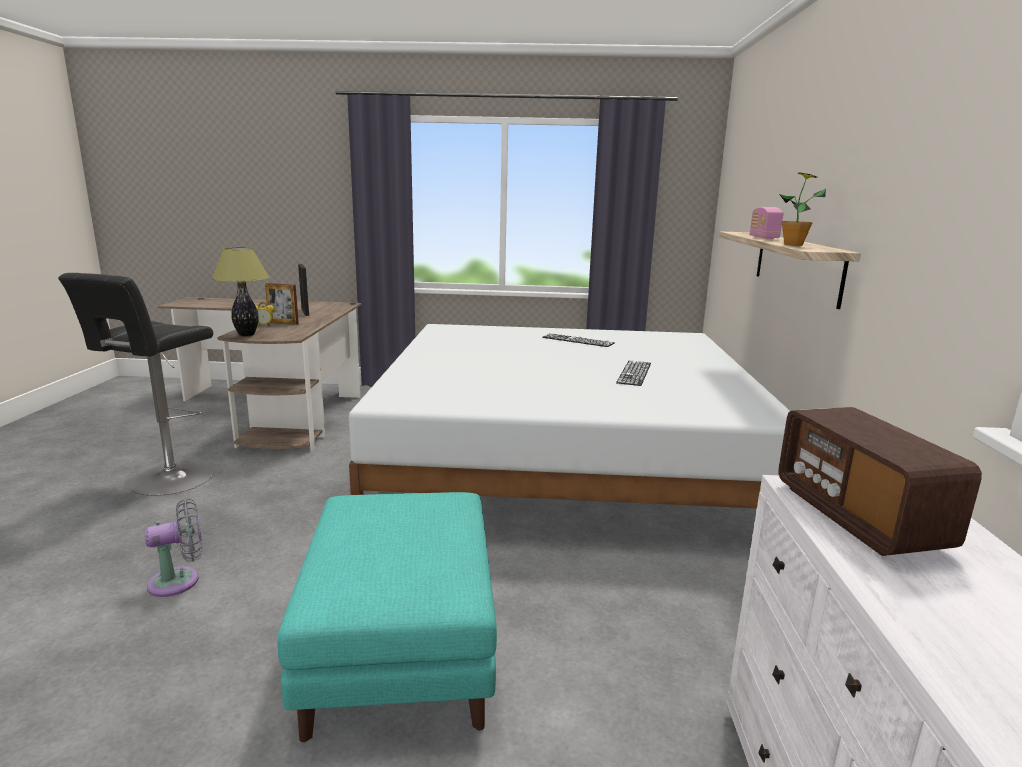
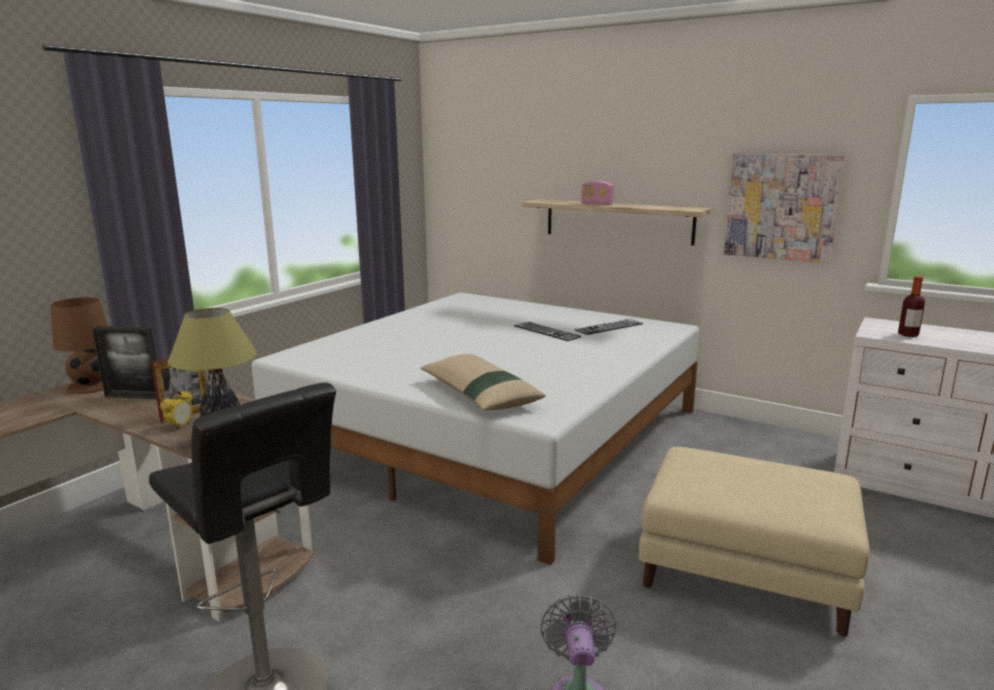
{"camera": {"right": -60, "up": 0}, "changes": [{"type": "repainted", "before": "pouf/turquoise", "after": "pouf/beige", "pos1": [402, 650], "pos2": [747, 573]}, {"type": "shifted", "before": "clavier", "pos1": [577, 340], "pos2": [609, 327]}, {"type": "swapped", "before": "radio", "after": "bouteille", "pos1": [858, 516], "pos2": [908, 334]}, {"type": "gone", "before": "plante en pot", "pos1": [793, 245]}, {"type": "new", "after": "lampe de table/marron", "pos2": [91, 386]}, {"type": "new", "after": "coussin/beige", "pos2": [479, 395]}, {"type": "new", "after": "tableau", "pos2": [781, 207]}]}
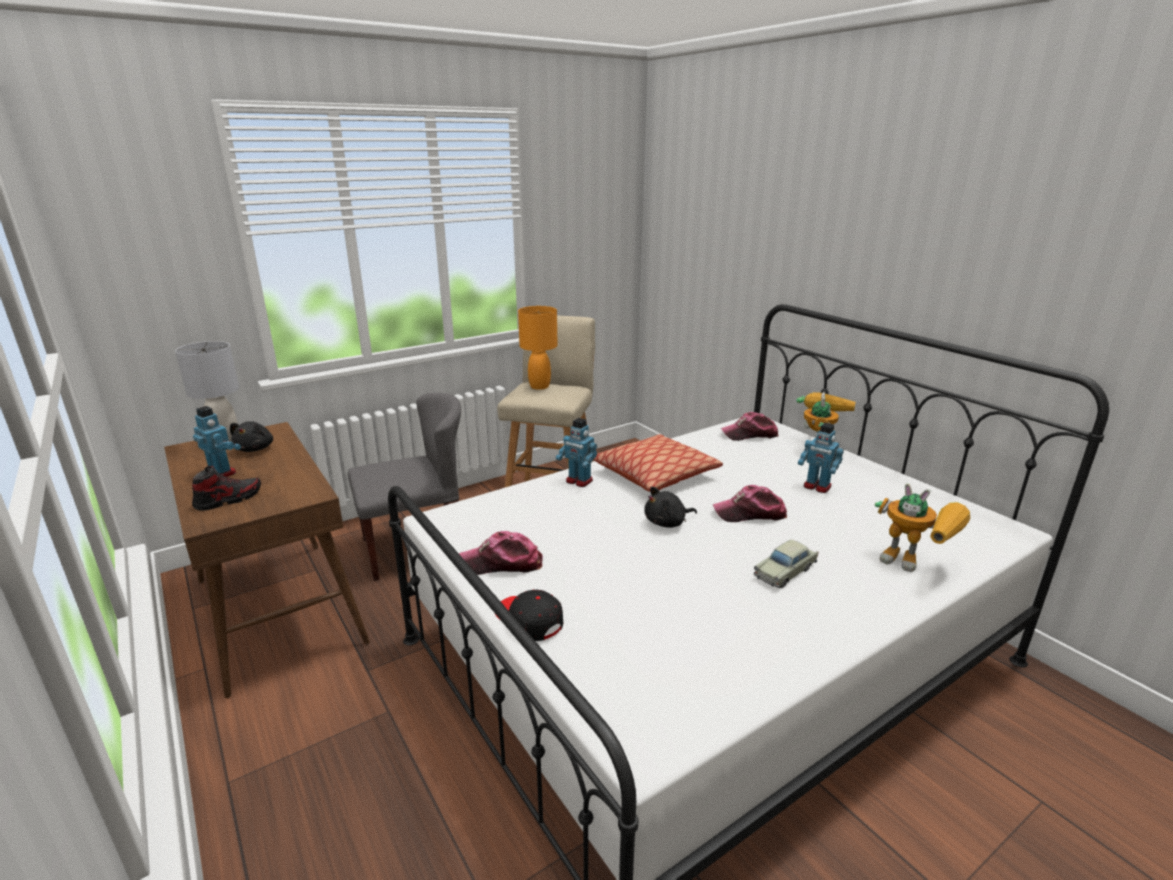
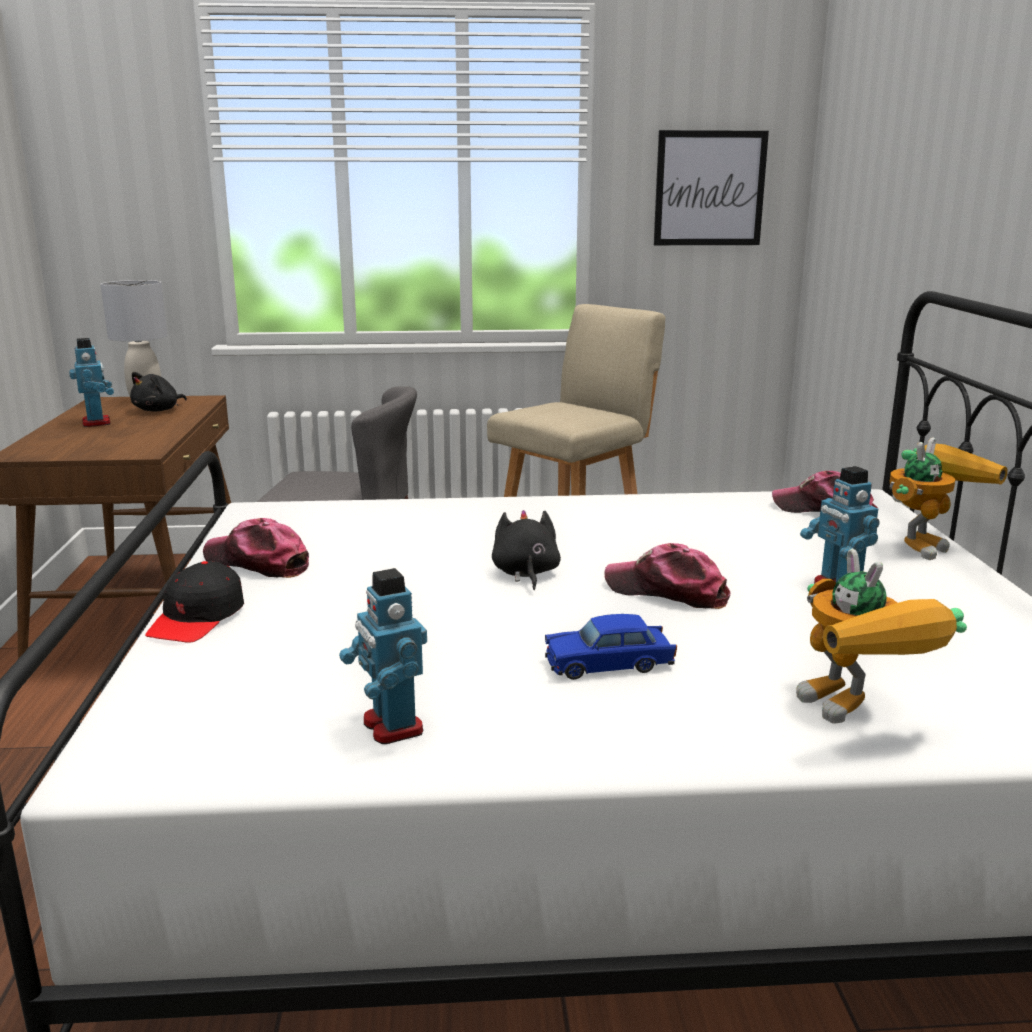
{"camera": {"right": 30, "up": -5}, "changes": [{"type": "gone", "before": "chaussure", "pos1": [228, 499]}, {"type": "rotated", "before": "casquette/noir", "pos1": [529, 620], "pos2": [197, 618], "turn": -150}, {"type": "gone", "before": "lampe de table/orange", "pos1": [539, 386]}, {"type": "shifted", "before": "robot jouet", "pos1": [578, 481], "pos2": [391, 727]}, {"type": "gone", "before": "coussin", "pos1": [655, 475]}, {"type": "rotated", "before": "peluche/noir", "pos1": [667, 522], "pos2": [525, 574], "turn": 75}, {"type": "repainted", "before": "petite voiture/beige", "after": "petite voiture/bleu", "pos1": [785, 571], "pos2": [609, 664]}, {"type": "new", "after": "tableau", "pos2": [709, 188]}]}
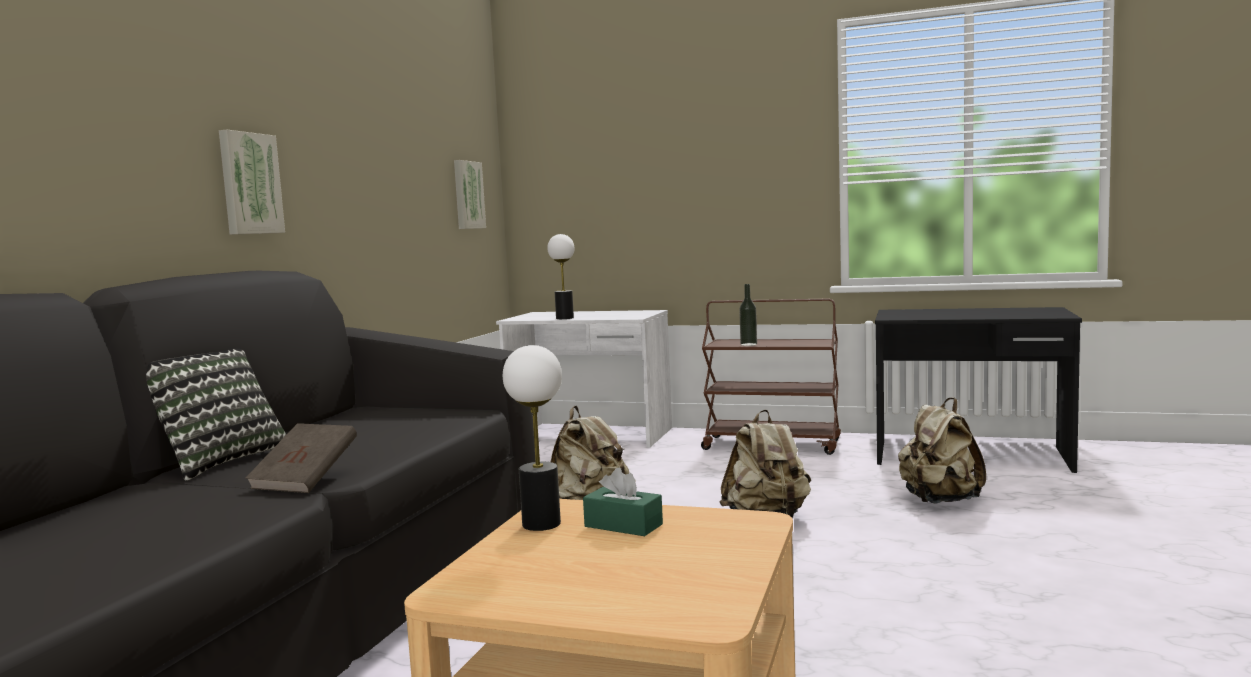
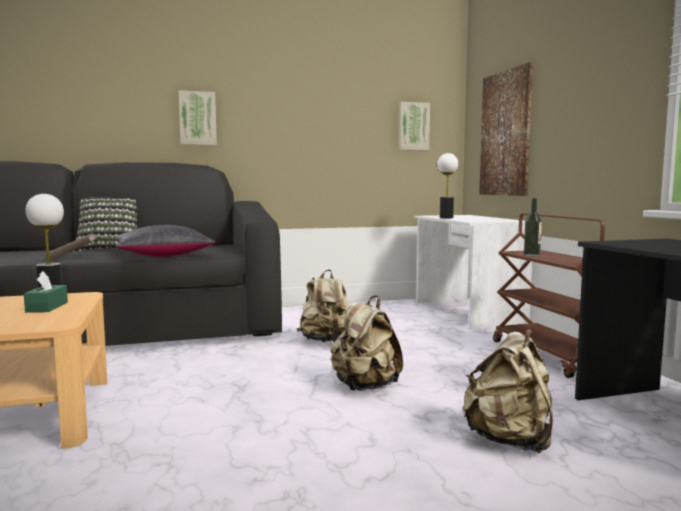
{"camera": {"right": 55, "up": 0}, "changes": [{"type": "new", "after": "coussin/noir", "pos2": [163, 256]}, {"type": "new", "after": "tableau", "pos2": [505, 134]}]}
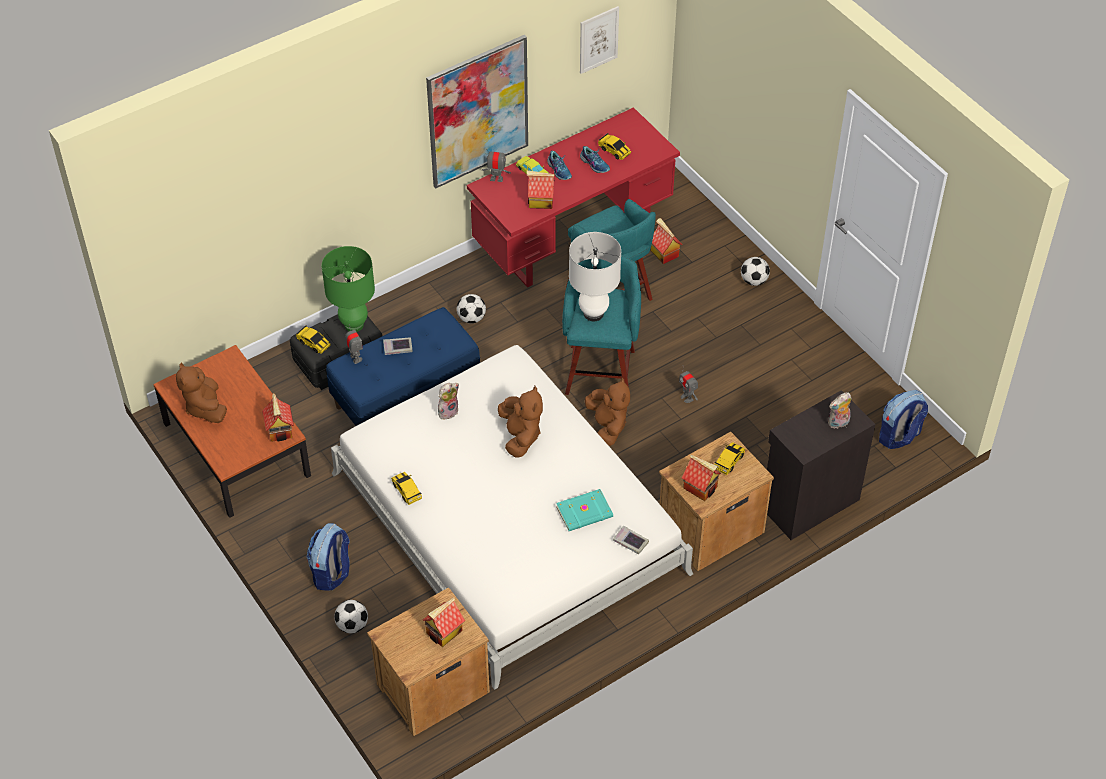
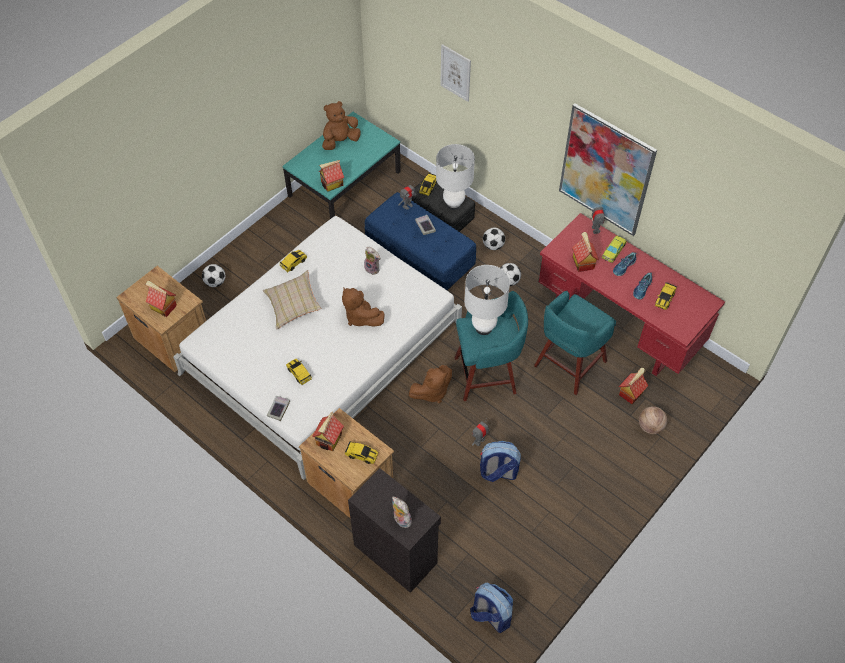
{"camera": {"right": 75, "up": 5}, "changes": [{"type": "repainted", "before": "table basse/marron", "after": "table basse/turquoise", "pos1": [237, 449], "pos2": [344, 184]}, {"type": "shifted", "before": "sac à dos", "pos1": [332, 573], "pos2": [498, 472]}, {"type": "repainted", "before": "lampe de table/vert", "after": "lampe de table/blanc", "pos1": [354, 325], "pos2": [453, 204]}, {"type": "rotated", "before": "peluche/marron", "pos1": [520, 436], "pos2": [360, 317], "turn": 75}, {"type": "swapped", "before": "livre/turquoise", "after": "petite voiture", "pos1": [585, 513], "pos2": [299, 373]}, {"type": "shifted", "before": "tableau", "pos1": [598, 39], "pos2": [455, 72]}, {"type": "shifted", "before": "ballon de foot", "pos1": [754, 281], "pos2": [493, 246]}, {"type": "new", "after": "coussin/beige", "pos2": [293, 305]}, {"type": "new", "after": "ballon de basket", "pos2": [650, 427]}]}
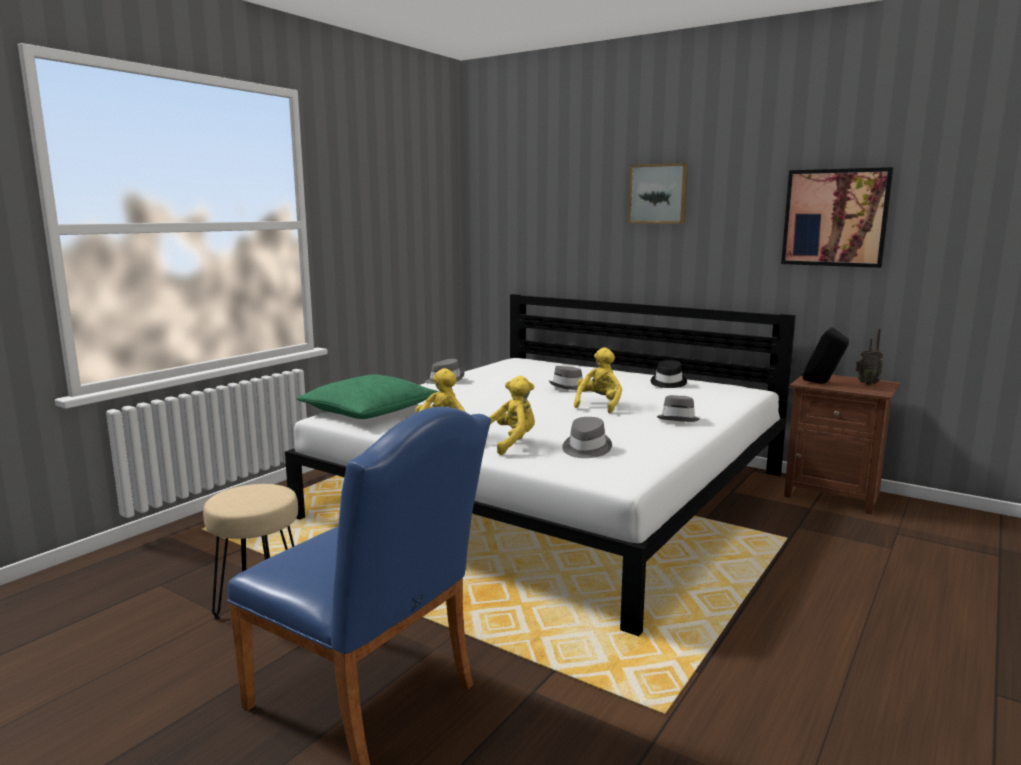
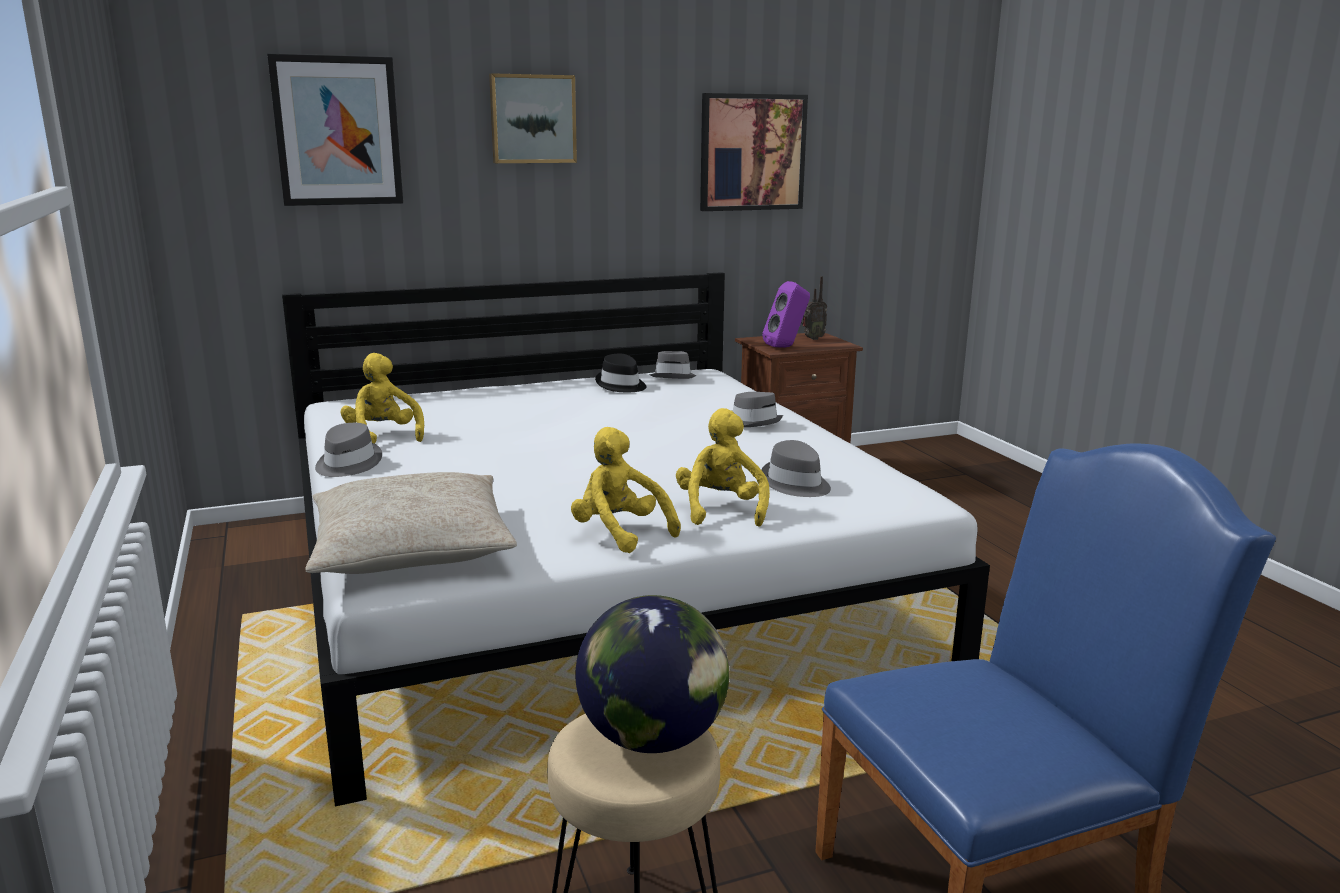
{"camera": {"right": -55, "up": 5}, "changes": [{"type": "repainted", "before": "coussin/vert", "after": "coussin/beige", "pos1": [368, 411], "pos2": [411, 547]}, {"type": "shifted", "before": "chapeau/gris", "pos1": [569, 387], "pos2": [673, 376]}, {"type": "shifted", "before": "peluche/jaune", "pos1": [599, 405], "pos2": [383, 436]}, {"type": "repainted", "before": "enceinte/noir", "after": "enceinte/violet", "pos1": [822, 383], "pos2": [786, 347]}, {"type": "new", "after": "tableau", "pos2": [337, 131]}, {"type": "new", "after": "globe", "pos2": [653, 738]}]}
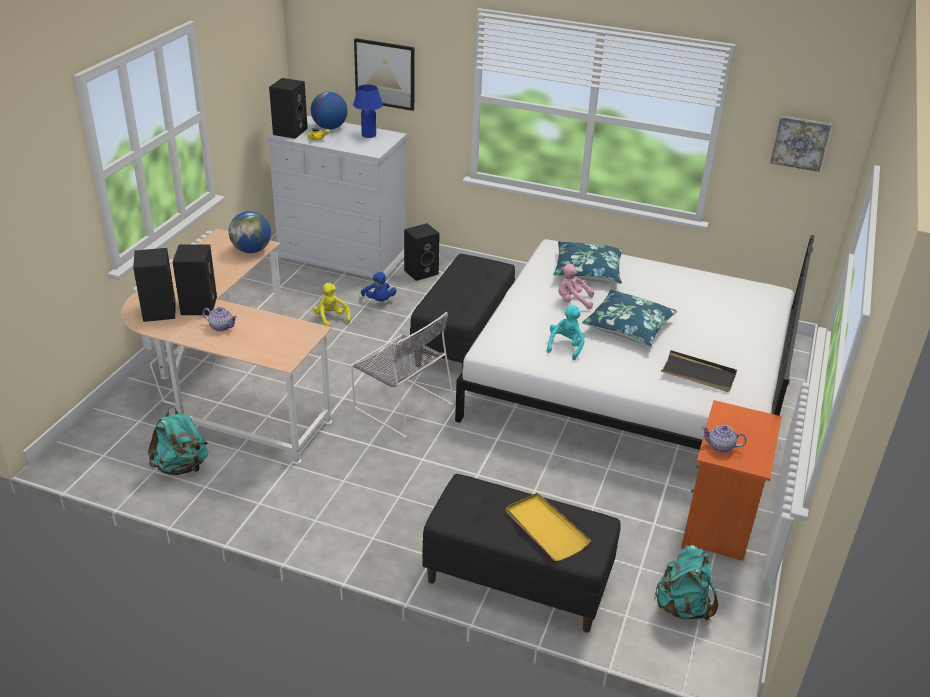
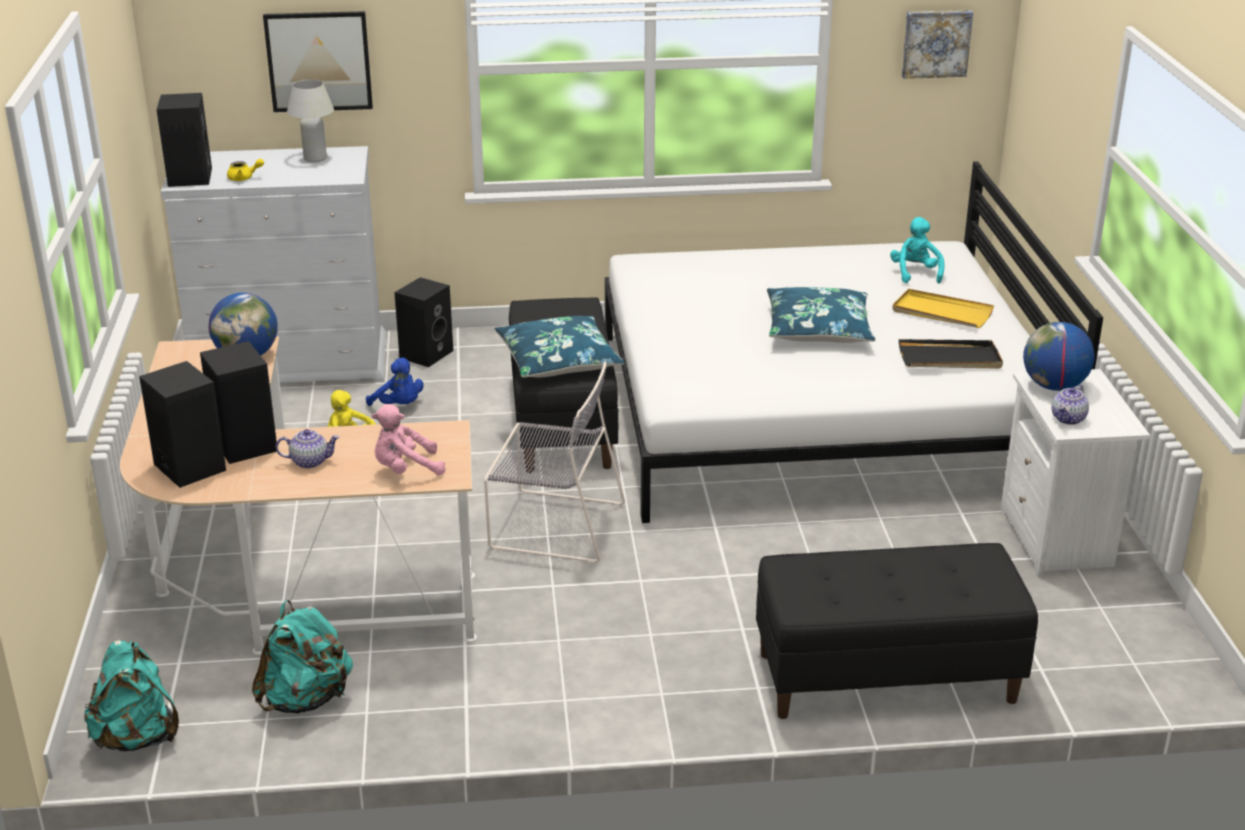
{"camera": {"right": -25, "up": -5}, "changes": [{"type": "shifted", "before": "globe", "pos1": [329, 127], "pos2": [1054, 386]}, {"type": "repainted", "before": "lampe de table/bleu", "after": "lampe de table/blanc", "pos1": [368, 135], "pos2": [315, 159]}, {"type": "shifted", "before": "plateau/jaune", "pos1": [545, 529], "pos2": [941, 312]}, {"type": "shifted", "before": "peluche/turquoise", "pos1": [565, 346], "pos2": [915, 273]}, {"type": "shifted", "before": "coussin/bleu", "pos1": [587, 271], "pos2": [558, 360]}, {"type": "shifted", "before": "peluche/rose", "pos1": [573, 301], "pos2": [406, 470]}, {"type": "shifted", "before": "sac à dos/turquoise", "pos1": [682, 607], "pos2": [136, 737]}, {"type": "repainted", "before": "table de chevet/orange", "after": "table de chevet/blanc", "pos1": [719, 527], "pos2": [1058, 540]}, {"type": "rotated", "before": "théière", "pos1": [720, 447], "pos2": [1068, 419], "turn": -45}]}
